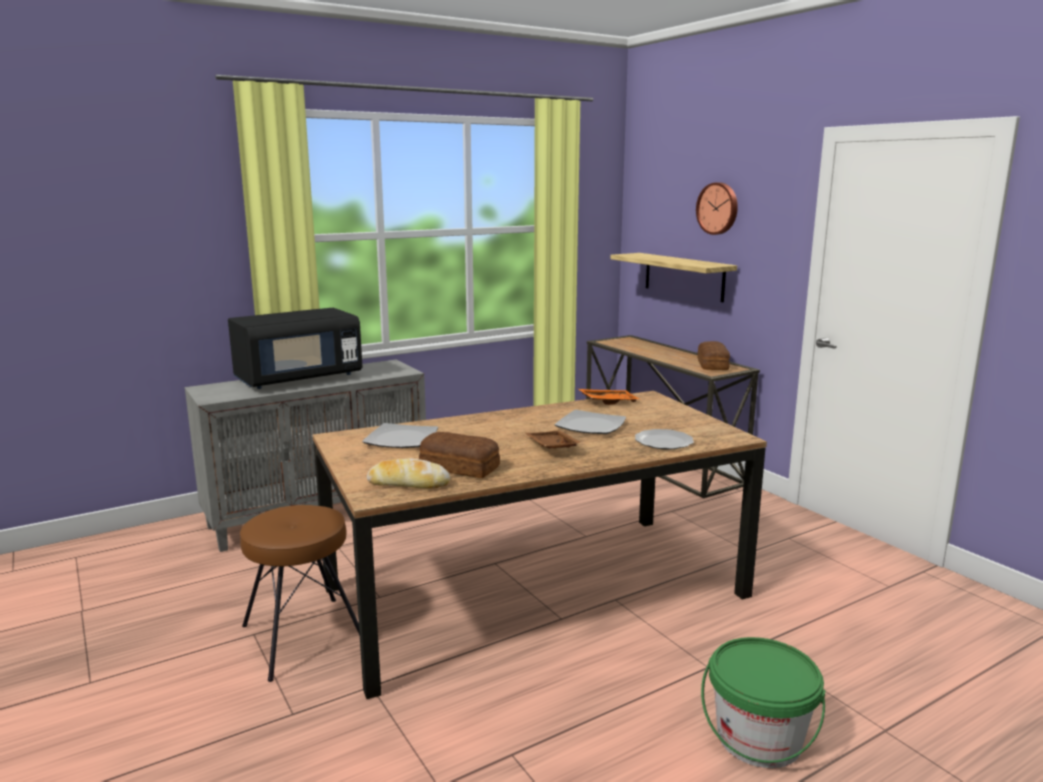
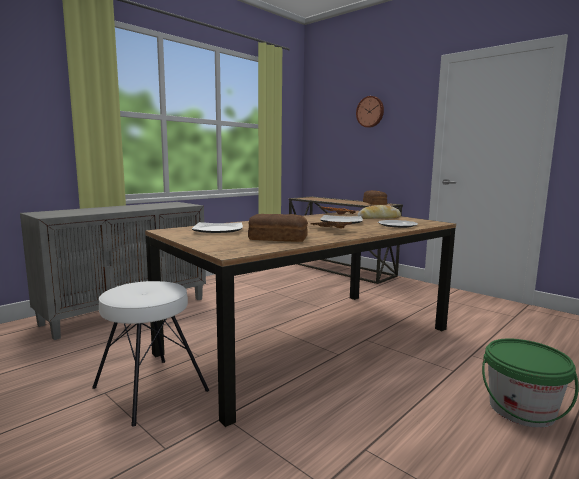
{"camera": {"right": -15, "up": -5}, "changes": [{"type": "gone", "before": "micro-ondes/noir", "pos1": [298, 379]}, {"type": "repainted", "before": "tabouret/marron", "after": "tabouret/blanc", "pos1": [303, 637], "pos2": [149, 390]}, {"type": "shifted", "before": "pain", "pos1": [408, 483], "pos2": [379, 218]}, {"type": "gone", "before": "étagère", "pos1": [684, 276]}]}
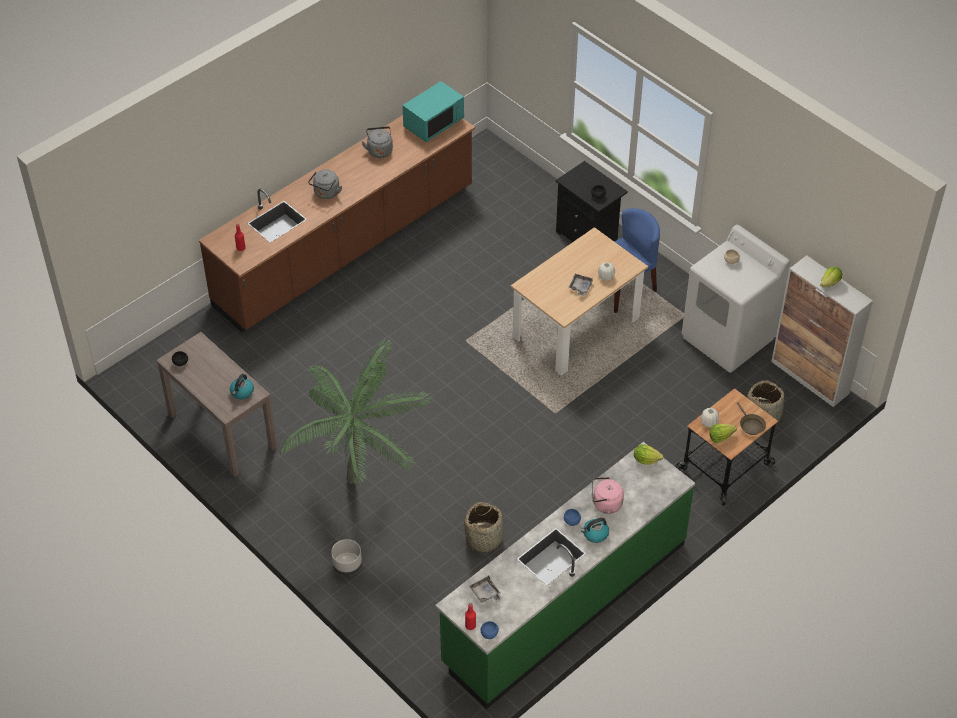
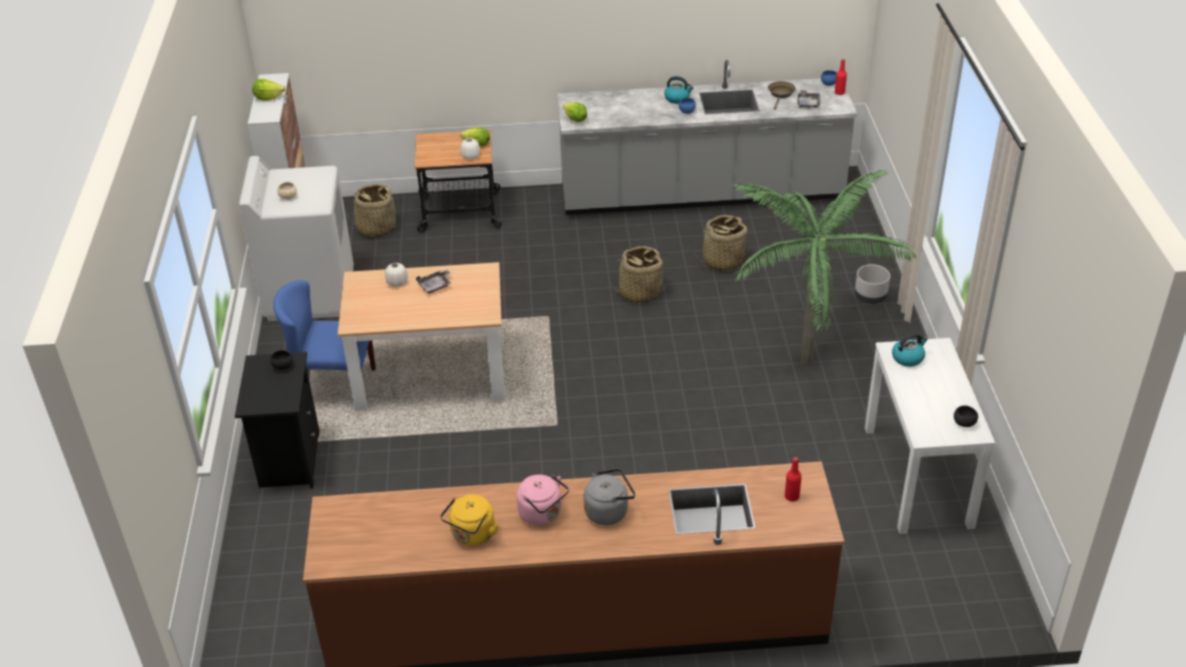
{"camera": {"right": -140, "up": -10}, "changes": [{"type": "repainted", "before": "table console/marron", "after": "table console/blanc", "pos1": [221, 430], "pos2": [918, 476]}, {"type": "repainted", "before": "bouilloire/gris", "after": "bouilloire/jaune", "pos1": [379, 150], "pos2": [472, 535]}, {"type": "gone", "before": "micro-ondes/turquoise", "pos1": [433, 123]}, {"type": "repainted", "before": "comptoir de cuisine/vert", "after": "comptoir de cuisine/gris", "pos1": [564, 602], "pos2": [701, 195]}, {"type": "shifted", "before": "bouilloire/rose", "pos1": [605, 504], "pos2": [542, 514]}, {"type": "shifted", "before": "poêle/marron", "pos1": [750, 425], "pos2": [781, 94]}, {"type": "new", "after": "panier", "pos2": [639, 292]}]}
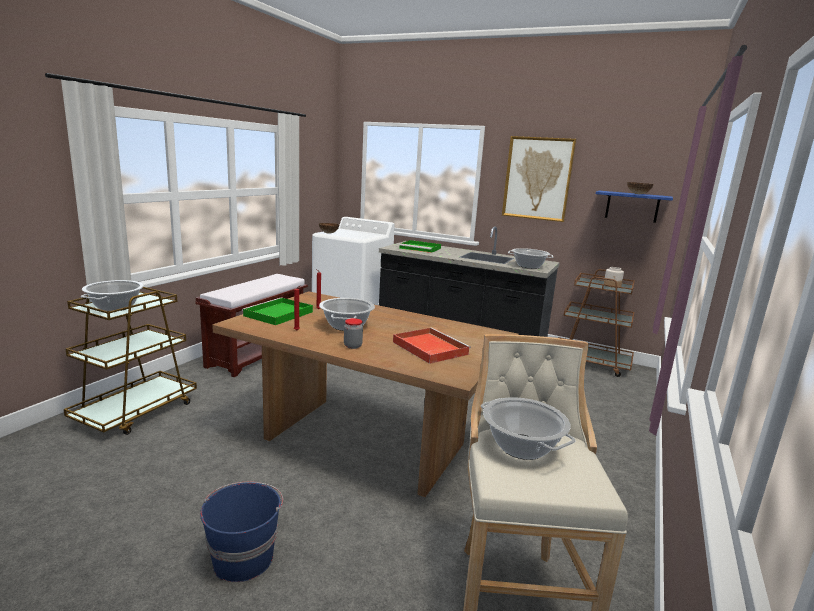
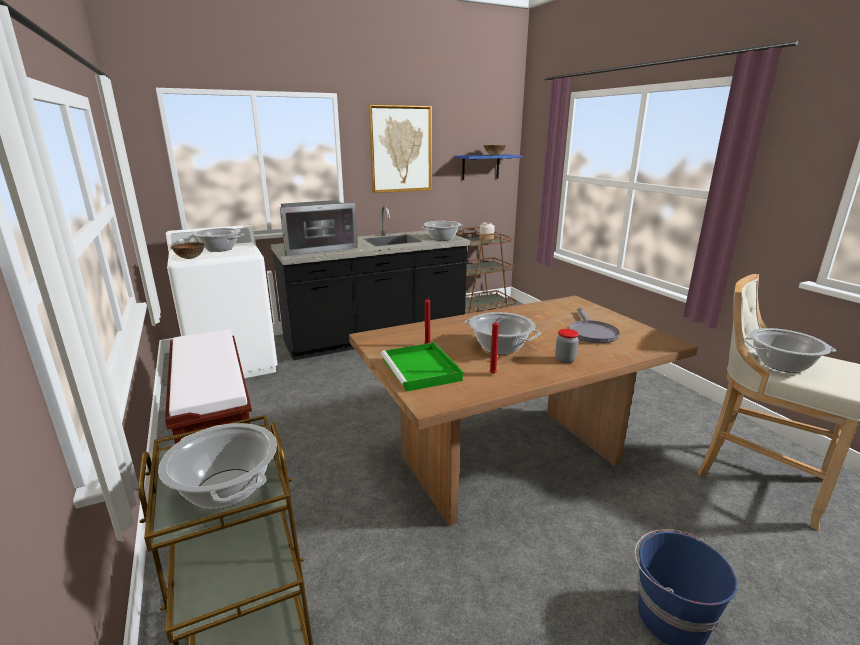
{"camera": {"right": -50, "up": 5}, "changes": [{"type": "swapped", "before": "plateau/rouge", "after": "poêle/gris", "pos1": [429, 347], "pos2": [590, 332]}, {"type": "swapped", "before": "plateau/vert", "after": "micro-ondes", "pos1": [421, 248], "pos2": [317, 248]}, {"type": "new", "after": "marmite", "pos2": [220, 249]}]}
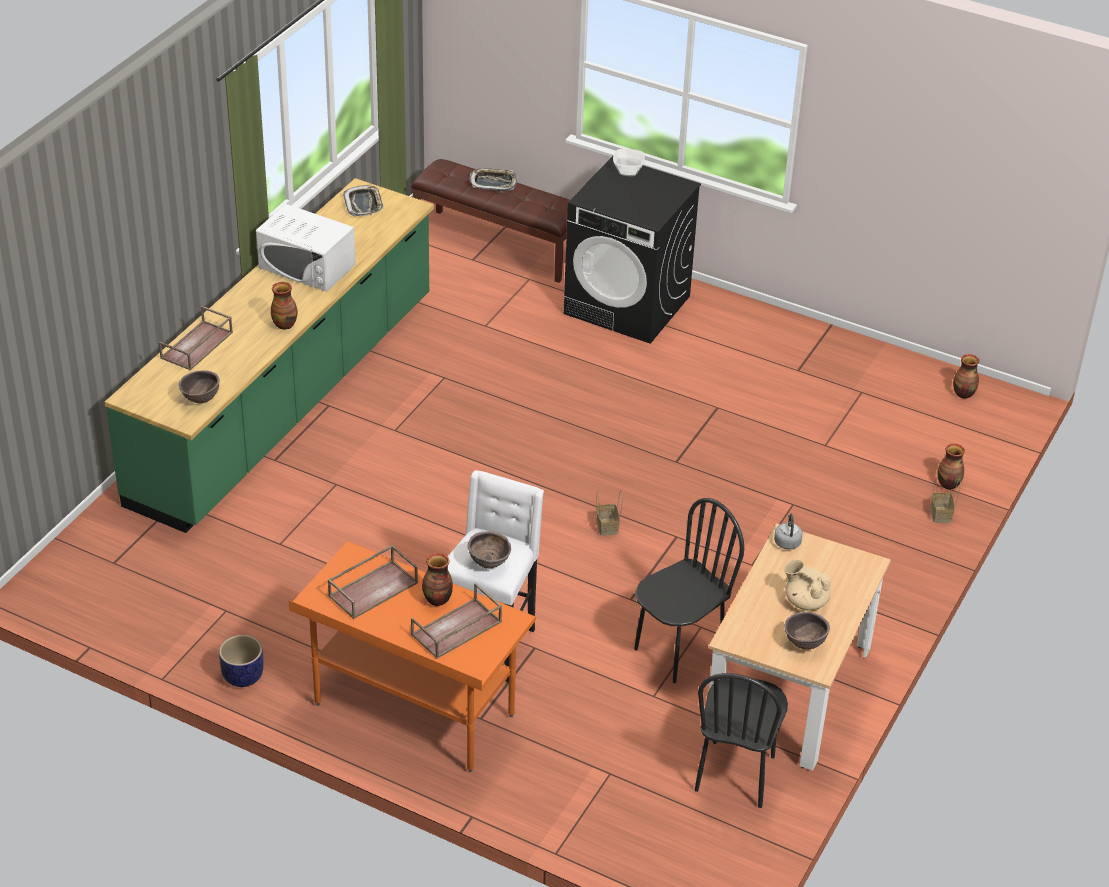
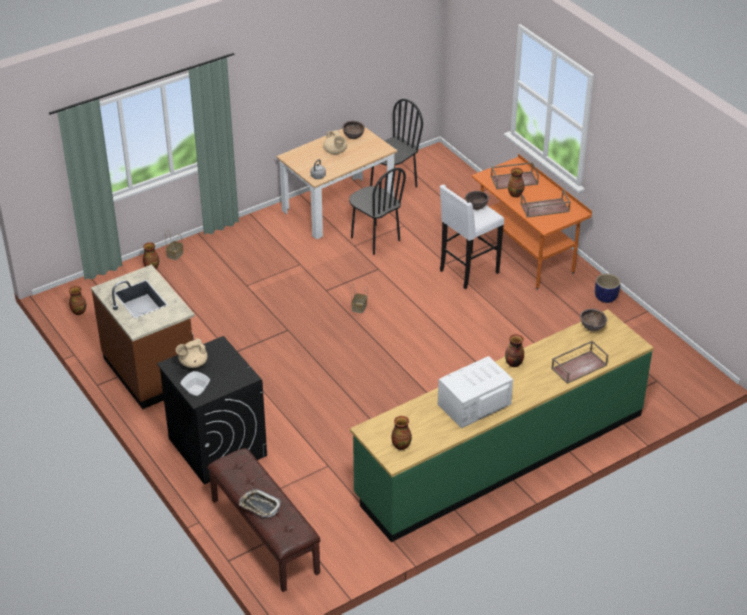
{"camera": {"right": -150, "up": 0}, "changes": [{"type": "rotated", "before": "micro-ondes/blanc", "pos1": [307, 266], "pos2": [474, 404], "turn": -90}, {"type": "swapped", "before": "plateau", "after": "vase", "pos1": [364, 204], "pos2": [401, 445]}, {"type": "rotated", "before": "chaise/noir", "pos1": [678, 651], "pos2": [375, 239], "turn": -120}, {"type": "new", "after": "comptoir de cuisine/marron", "pos2": [151, 371]}, {"type": "new", "after": "théière/beige", "pos2": [193, 363]}]}
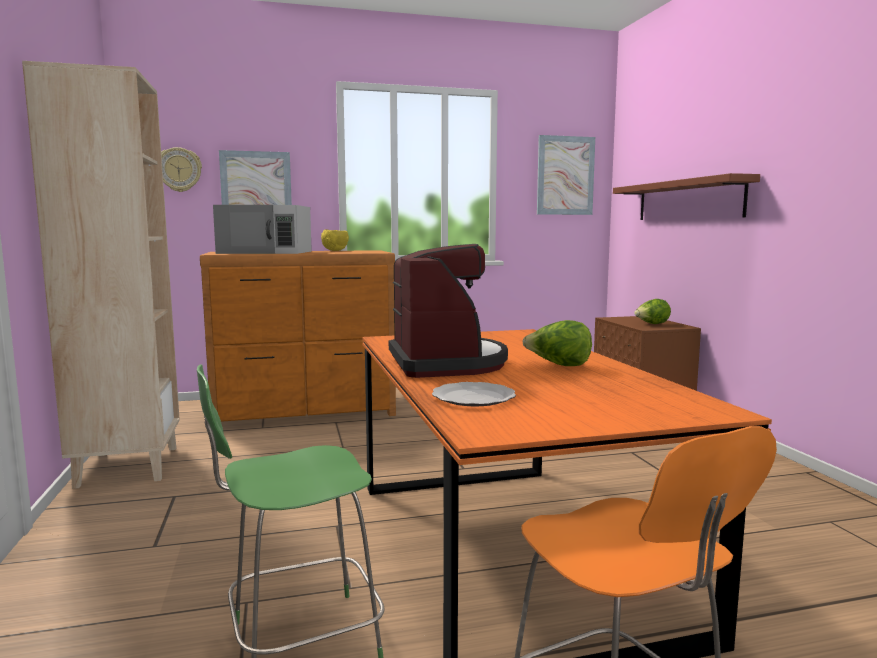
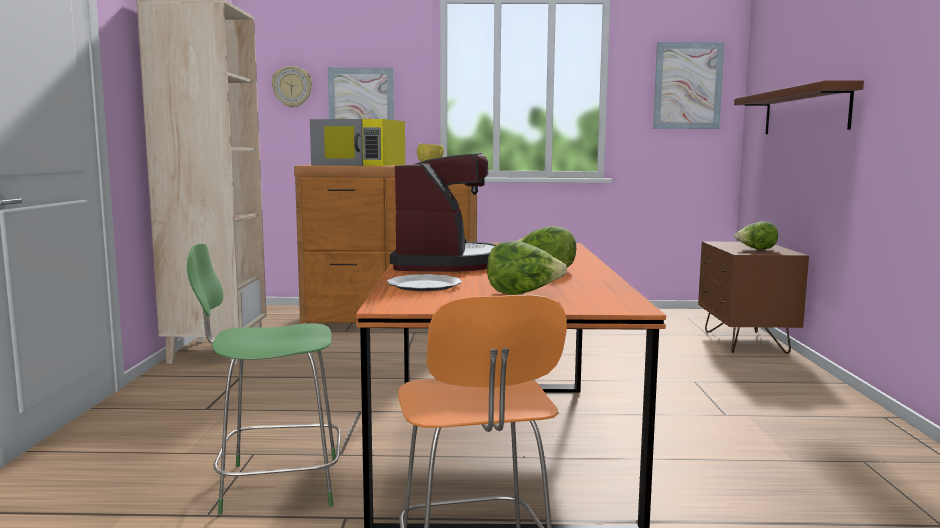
{"camera": {"right": 15, "up": 0}, "changes": [{"type": "repainted", "before": "micro-ondes/blanc", "after": "micro-ondes/jaune", "pos1": [266, 252], "pos2": [360, 165]}, {"type": "new", "after": "laitue", "pos2": [522, 294]}]}
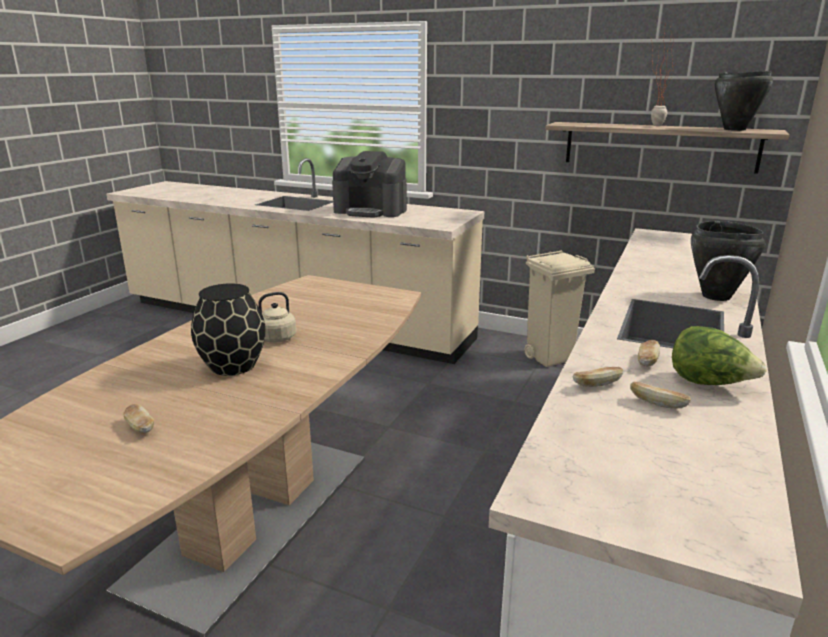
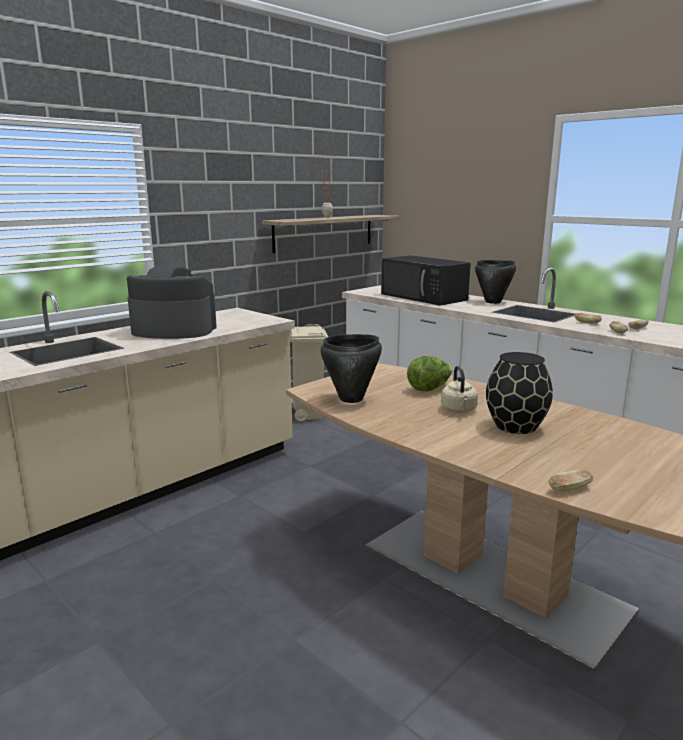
{"camera": {"right": -70, "up": -5}, "changes": [{"type": "shifted", "before": "pain", "pos1": [140, 428], "pos2": [569, 489]}, {"type": "rotated", "before": "machine à café", "pos1": [371, 210], "pos2": [173, 330], "turn": -120}, {"type": "shifted", "before": "laitue", "pos1": [709, 383], "pos2": [429, 389]}, {"type": "shifted", "before": "marmite/noir", "pos1": [734, 129], "pos2": [351, 399]}, {"type": "new", "after": "micro-ondes/noir", "pos2": [424, 297]}]}
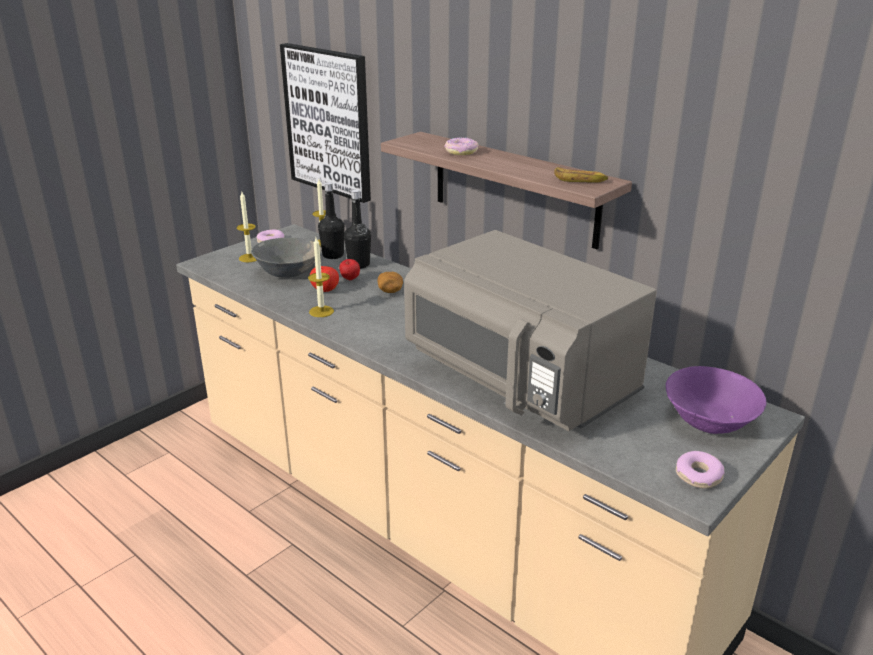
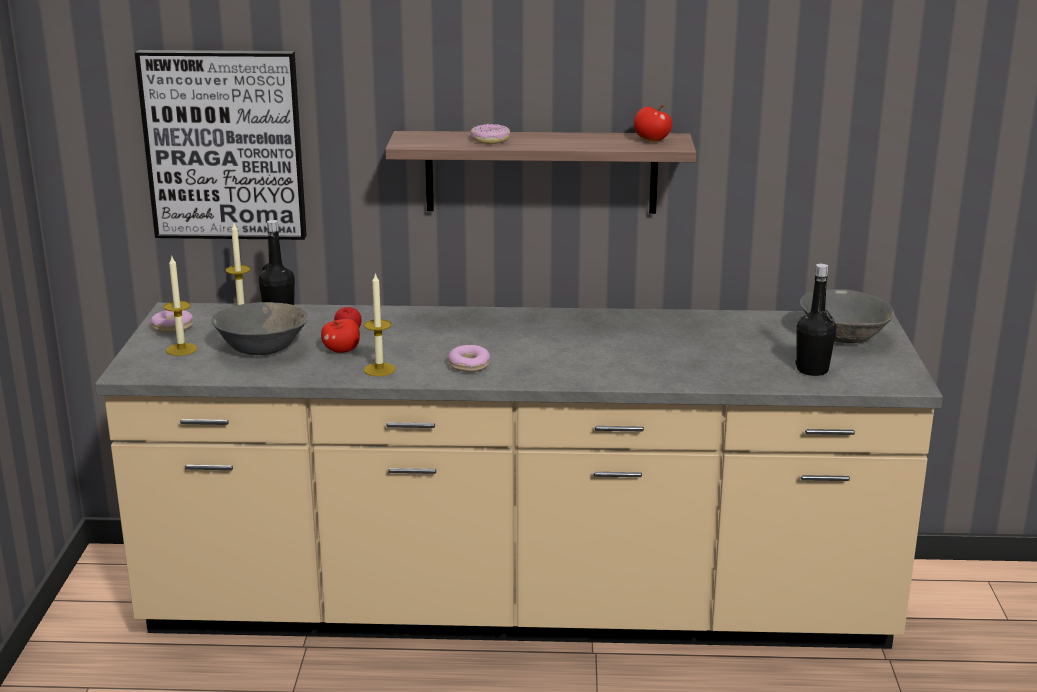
{"camera": {"right": -40, "up": -5}, "changes": [{"type": "shifted", "before": "bouteille/noir", "pos1": [359, 264], "pos2": [812, 370]}, {"type": "gone", "before": "pomme de terre", "pos1": [390, 291]}, {"type": "gone", "before": "micro-ondes/gris", "pos1": [520, 381]}, {"type": "swapped", "before": "banane", "after": "pomme", "pos1": [580, 180], "pos2": [651, 141]}, {"type": "repainted", "before": "bol/violet", "after": "bol/gris", "pos1": [708, 420], "pos2": [842, 336]}, {"type": "shifted", "before": "beignet", "pos1": [698, 476], "pos2": [469, 365]}]}
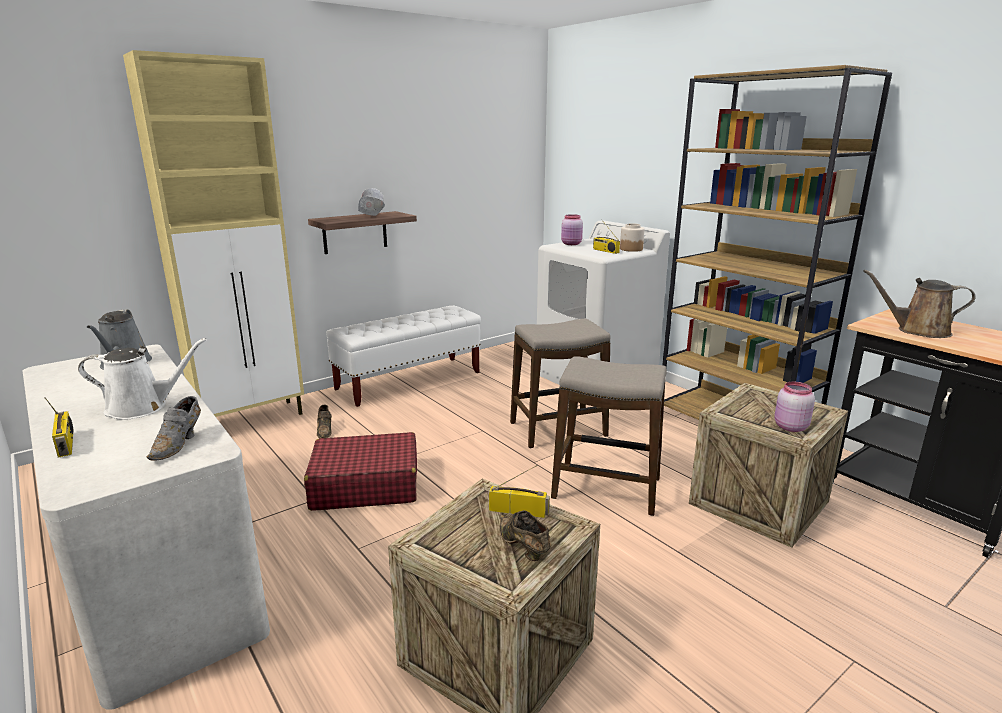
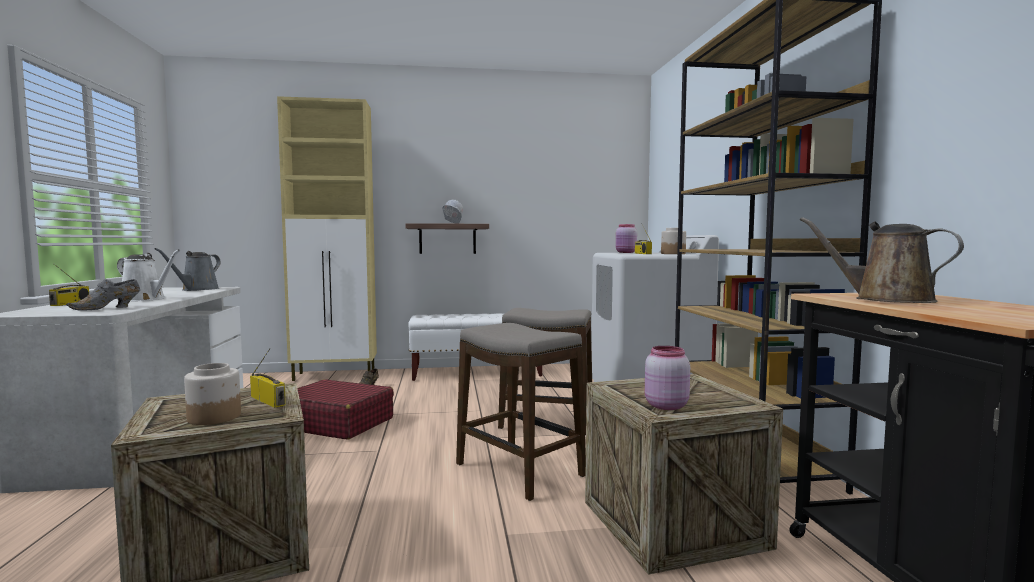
{"camera": {"right": 30, "up": -15}, "changes": [{"type": "swapped", "before": "chaussure/marron", "after": "bocal", "pos1": [523, 548], "pos2": [213, 417]}]}
